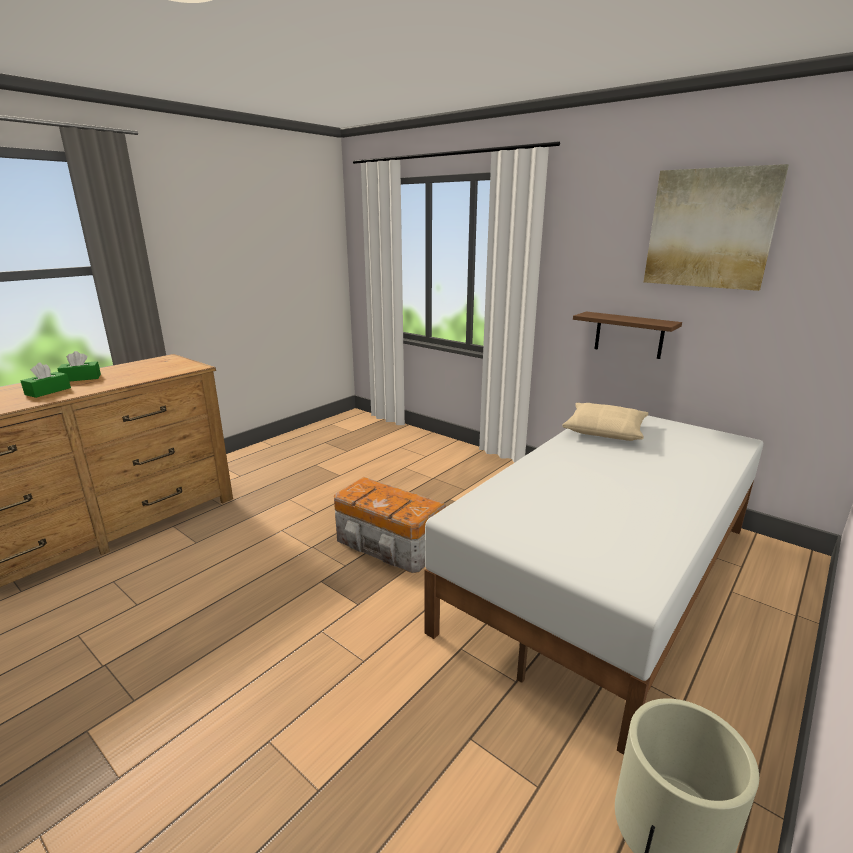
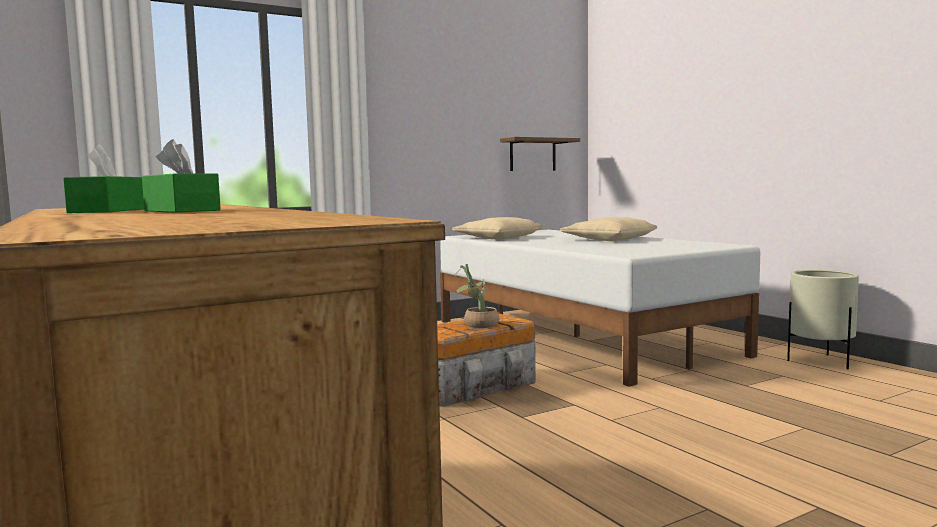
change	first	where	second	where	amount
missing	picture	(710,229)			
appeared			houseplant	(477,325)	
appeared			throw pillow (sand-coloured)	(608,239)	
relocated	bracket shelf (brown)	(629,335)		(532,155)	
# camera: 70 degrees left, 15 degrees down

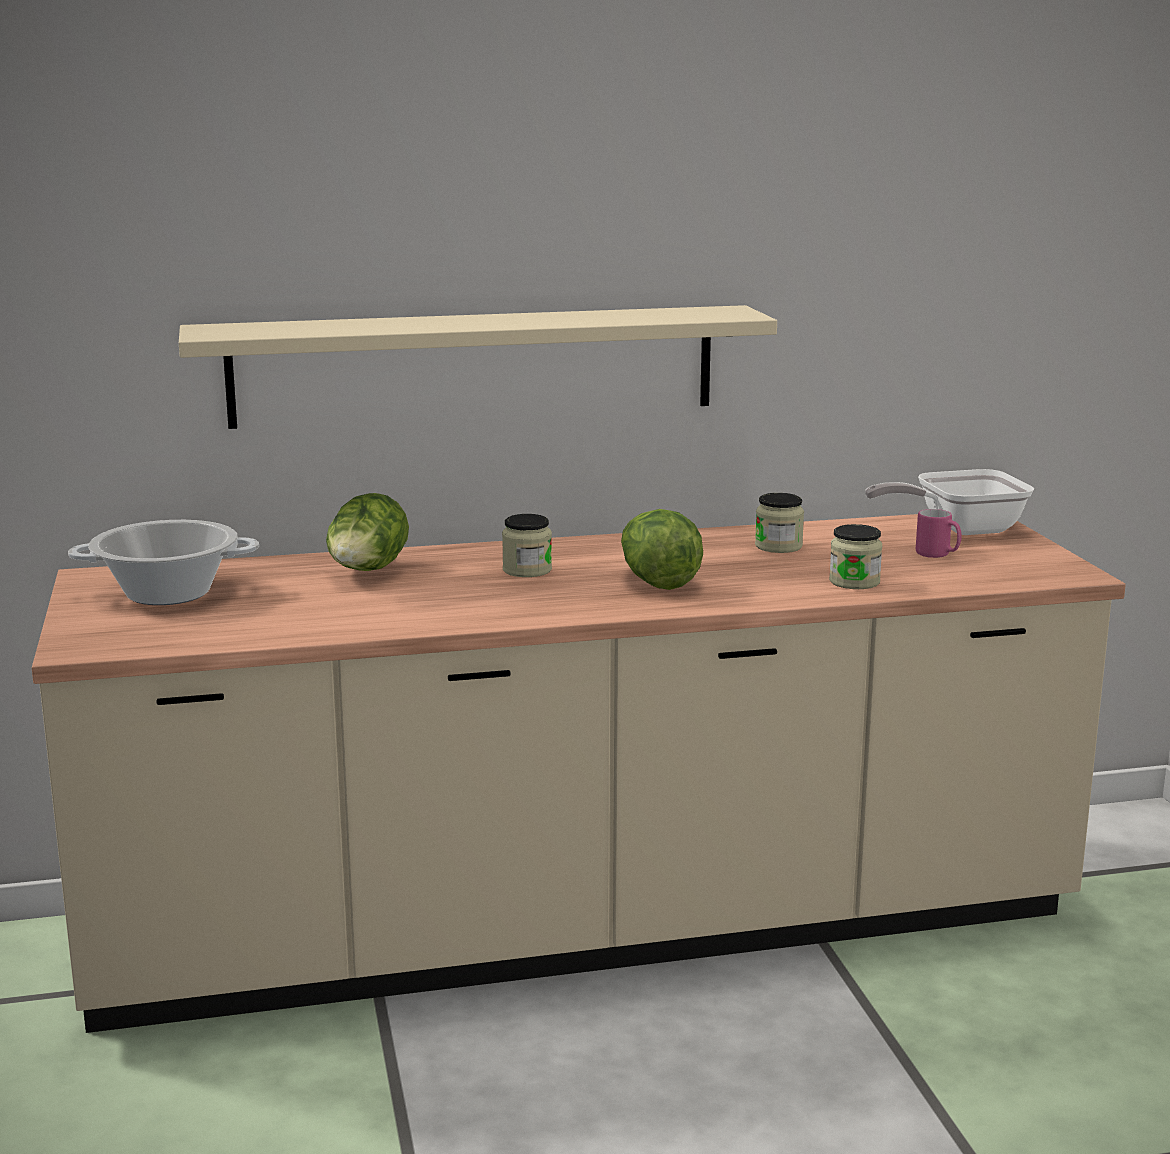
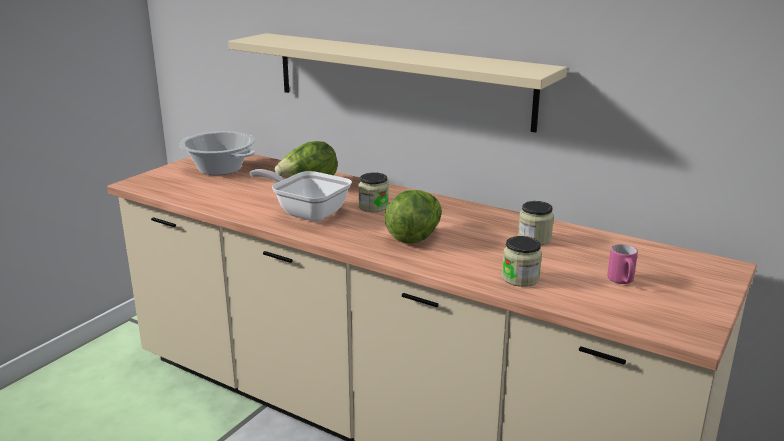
change	first	where	second	where	amount
relocated	pan	(959,529)		(307,212)	
# camera: 45 degrees right, 5 degrees up

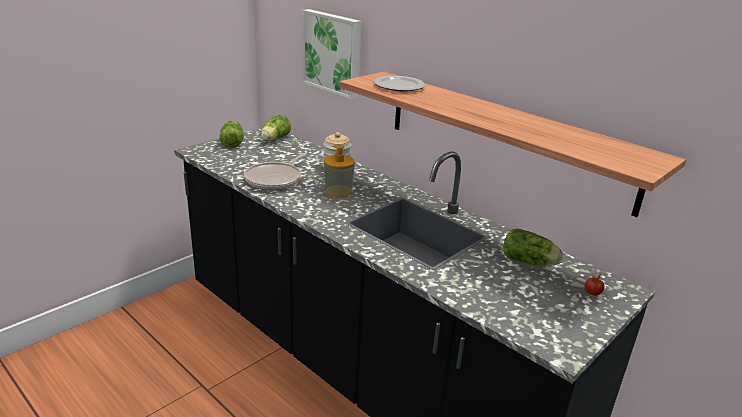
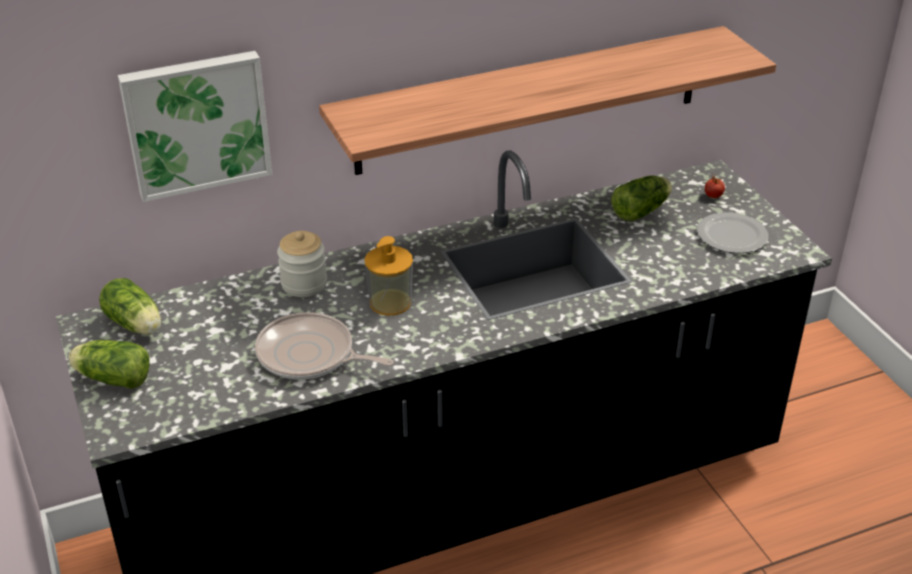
change	first	where	second	where	amount
relocated	flat dish	(398,86)		(732,236)	
spun	pan	(275,179)		(310,355)	150 degrees clockwise
# camera: 65 degrees left, 10 degrees up

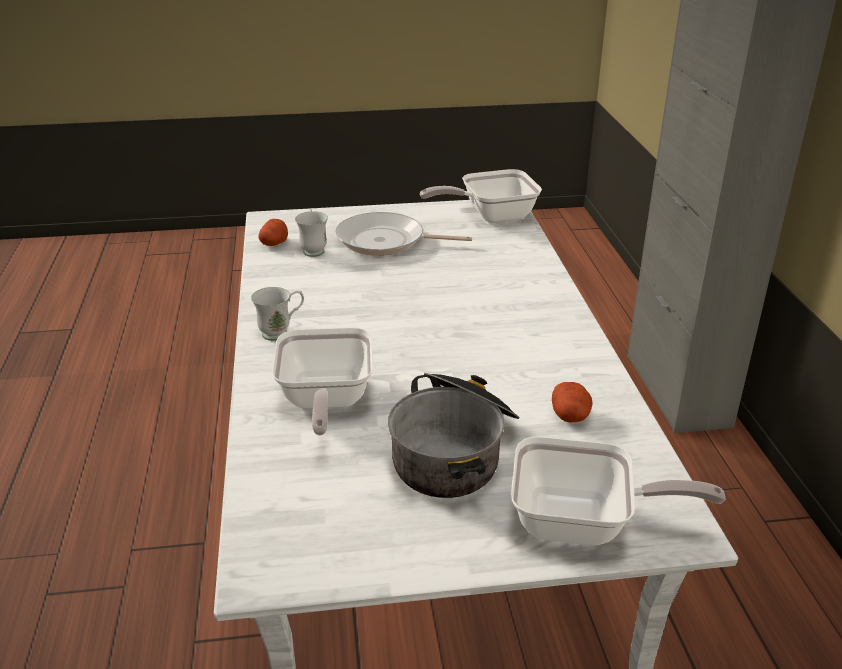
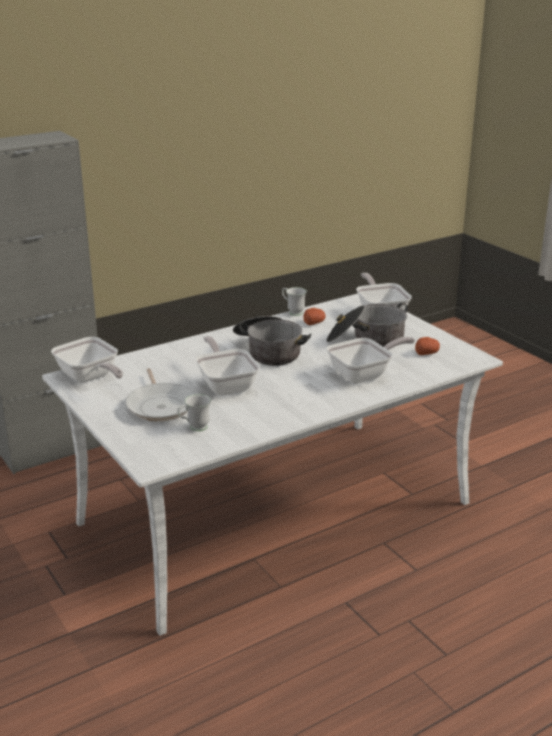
change	first	where	second	where	amount
appeared			pan	(226,384)	
appeared			cooking pot	(269,351)	
relocated	tea mug (white-coloured)	(281,332)		(293,312)	
relocated	potato	(274,243)		(426,353)	
# camera: 115 degrees left, 5 degrees down

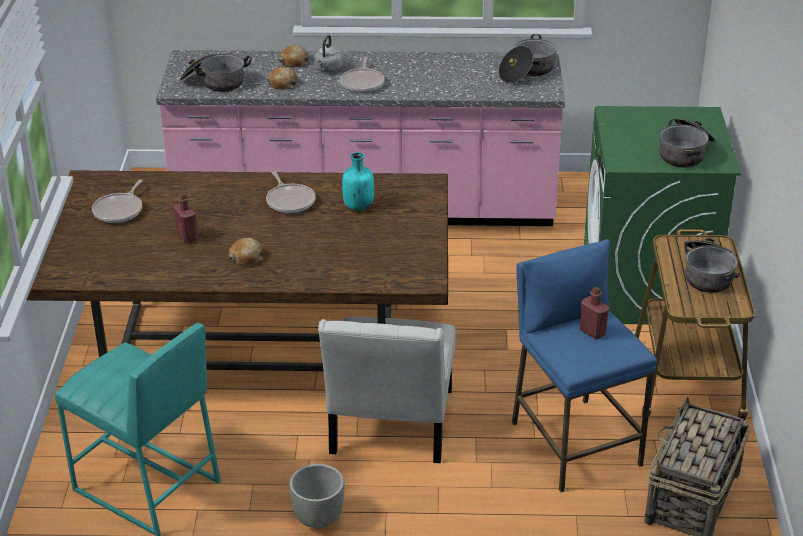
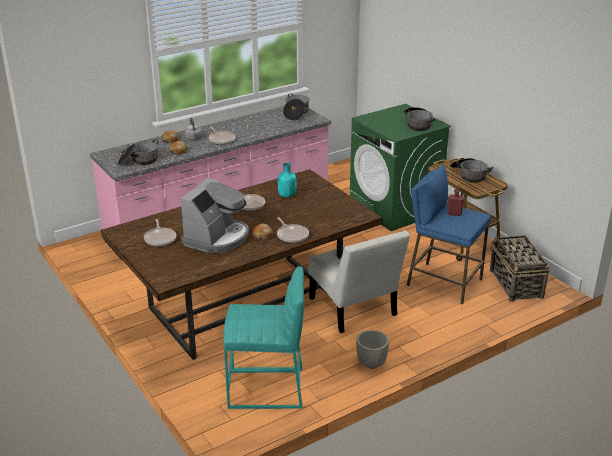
change	first	where	second	where	amount
appeared			pan	(292,235)	
exchanged	drink bottle (reddish)	(187,237)	coffee brewer	(217,237)	
# camera: 35 degrees left, 5 degrees down

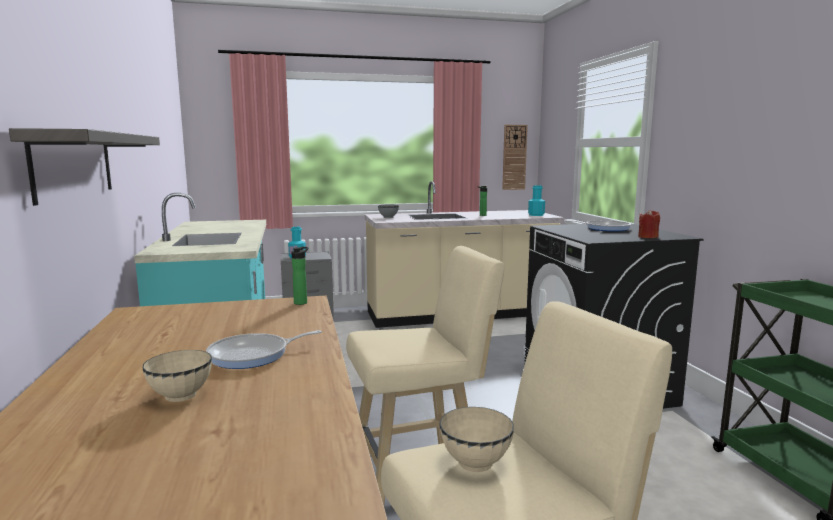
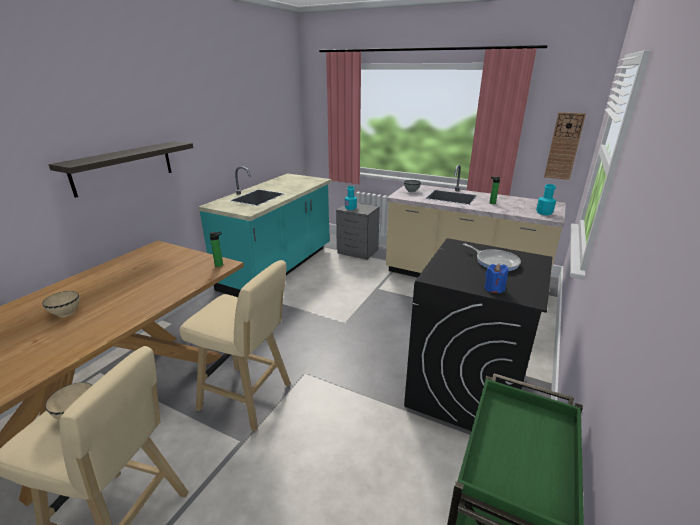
change	first	where	second	where	amount
missing	pan	(253,355)			
colour	wax candle (reddish)	(648,237)	wax candle (blue-coloured)	(494,289)	
# camera: 40 degrees right, 15 degrees up

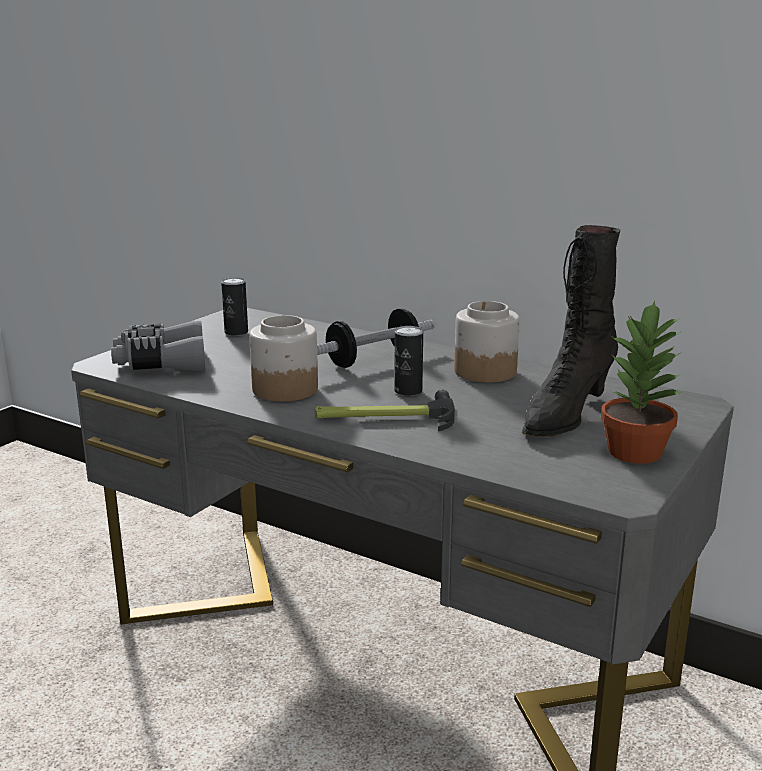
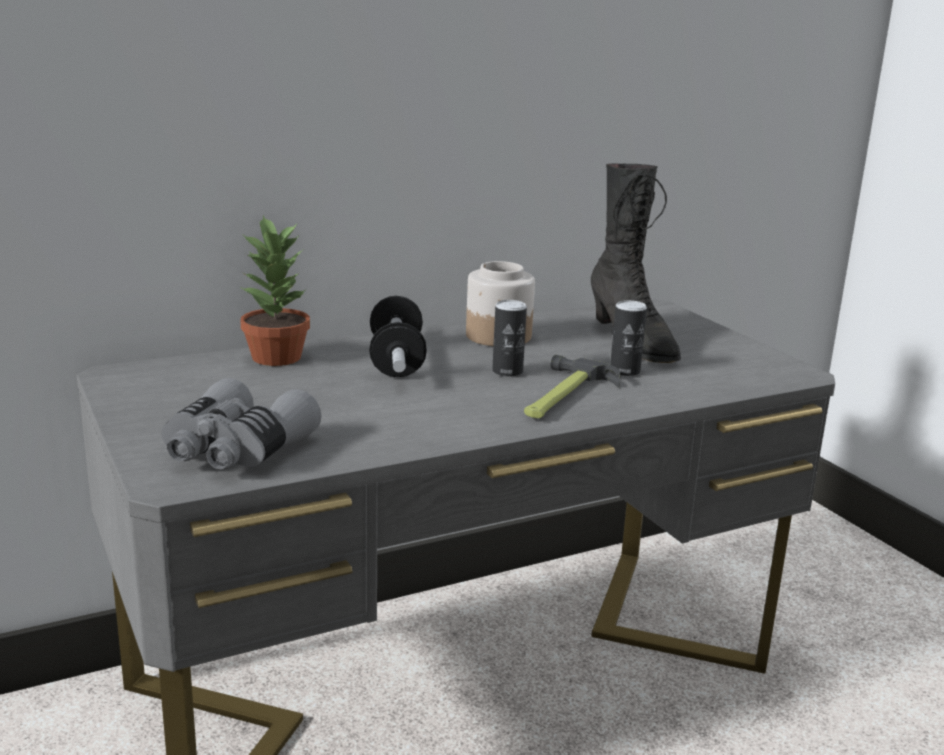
change	first	where	second	where	amount
missing	jar	(284,389)			
relocated	metal can	(236,332)		(625,371)	
relocated	houseplant	(636,452)		(277,357)	
# camera: 60 degrees left, 0 degrees up

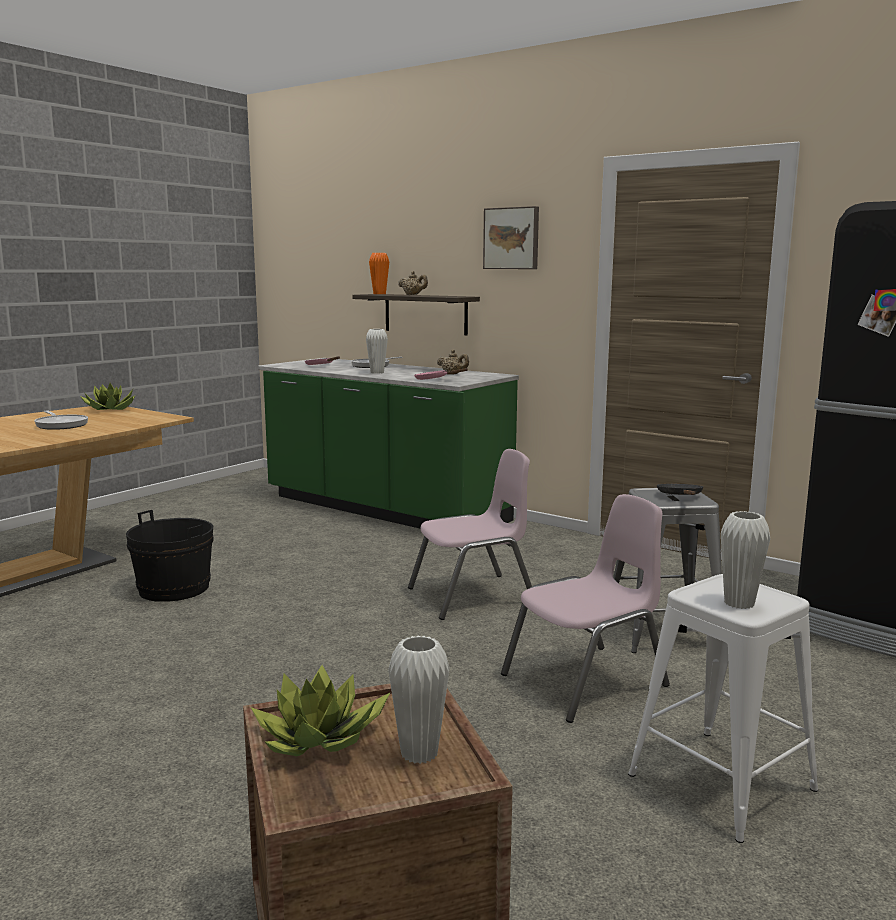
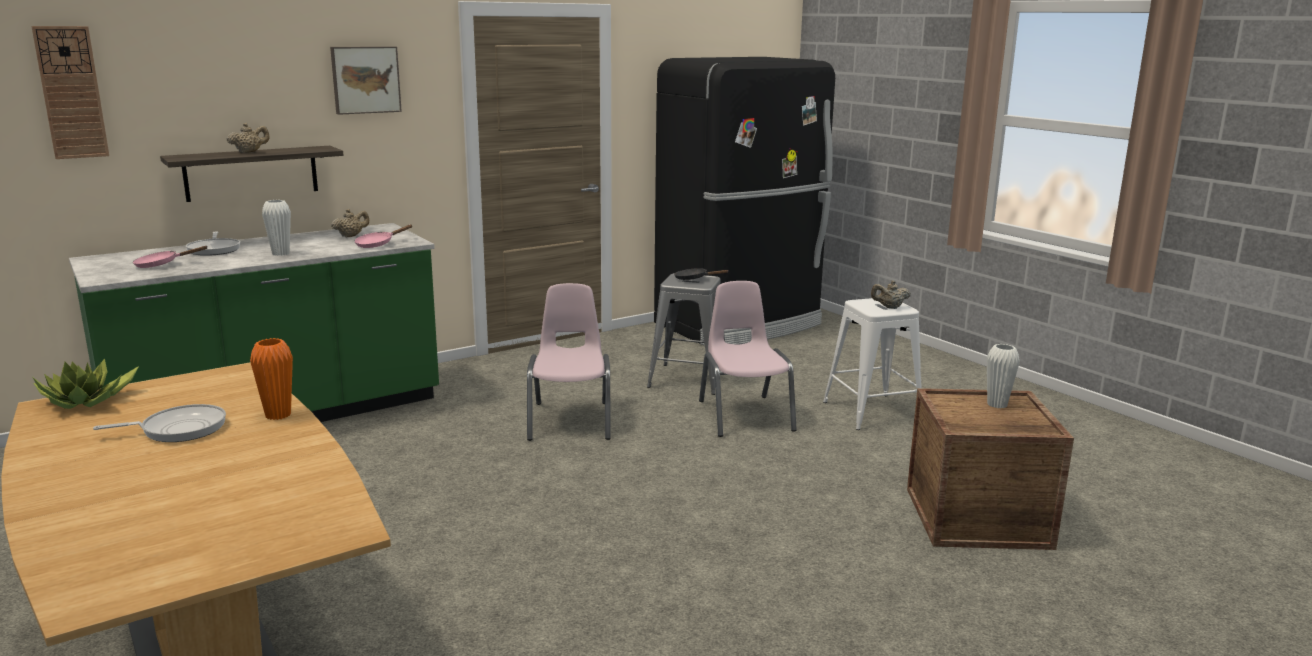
change	first	where	second	where	amount
missing	water bucket (black)	(174,589)			
missing	houseplant	(320,737)			
appeared			clock on the wall	(71,93)	
relocated	flower vase (orange-coloured)	(379,294)		(278,415)	
exchanged	flower vase (white-coloured)	(739,603)	tea pot (sand-coloured)	(889,307)	
# camera: 70 degrees left, 5 degrees up

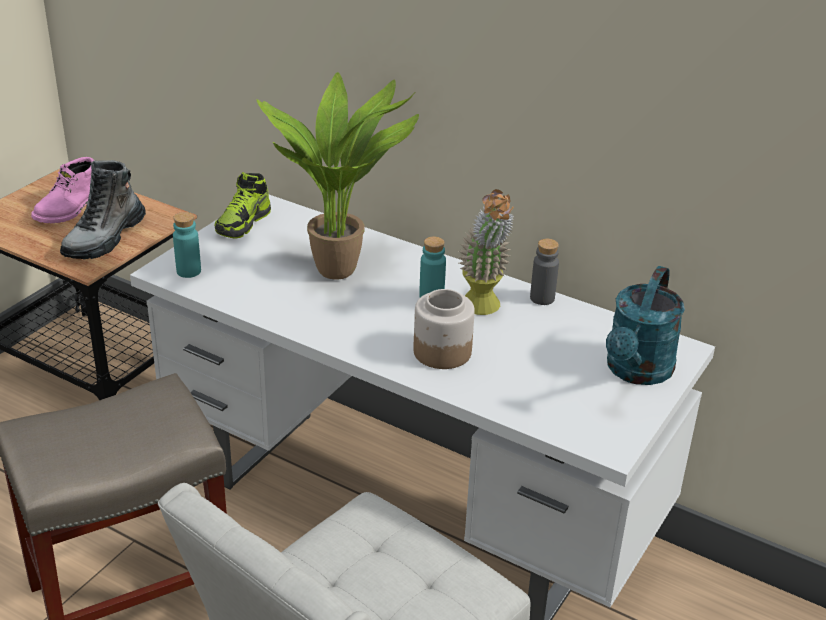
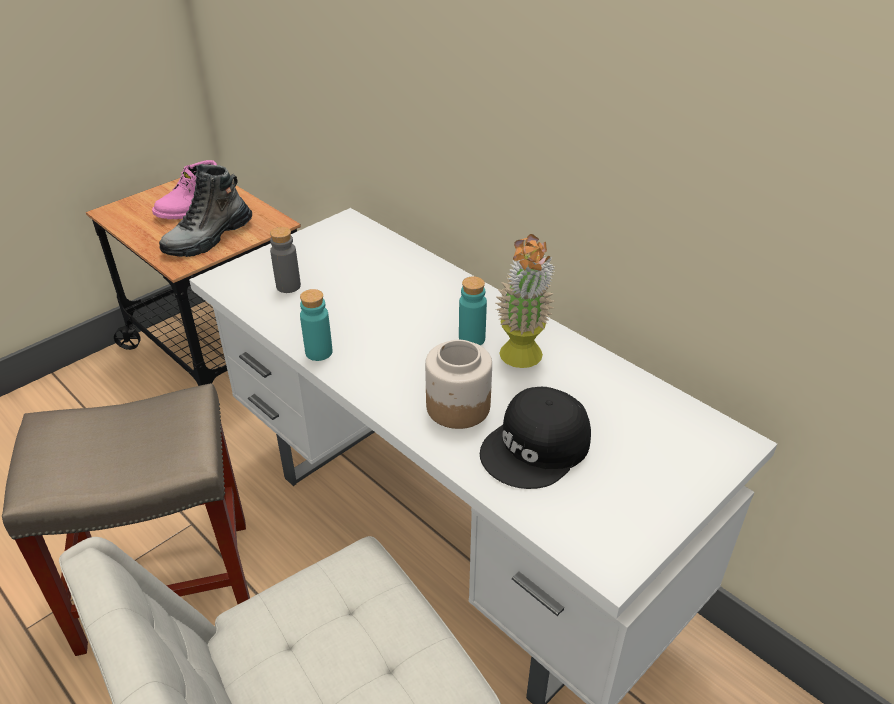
change	first	where	second	where	amount
missing	item of footwear	(243,223)			
missing	houseplant	(341,268)			
missing	watering can (turquoise-coloured)	(636,372)			
appeared			peaked cap (black)	(537,448)	
relocated	drink bottle (turquoise-coloured)	(188,271)		(319,352)	
relocated	drink bottle (gray)	(542,298)		(288,286)	
# camera: 15 degrees right, 5 degrees up

